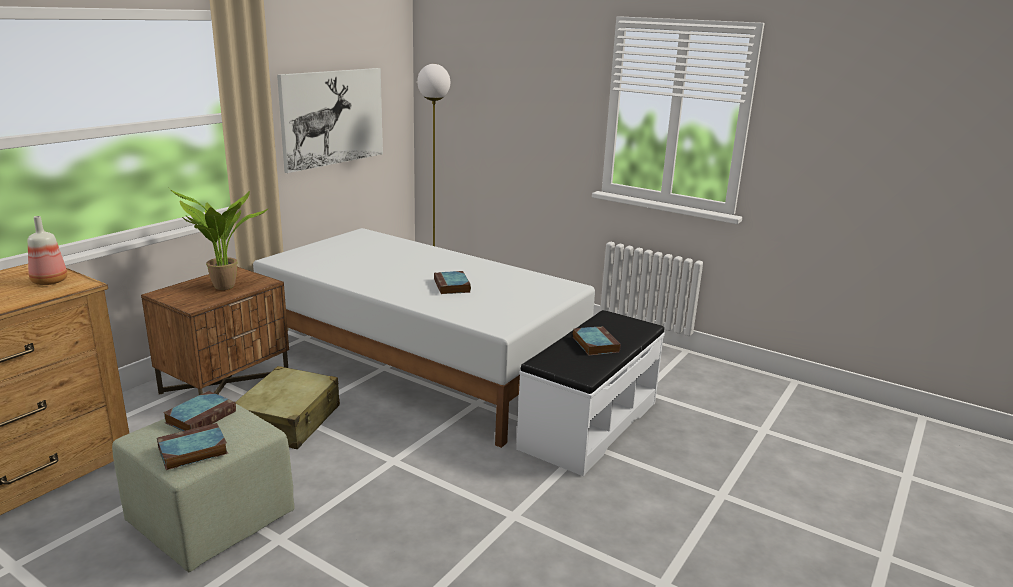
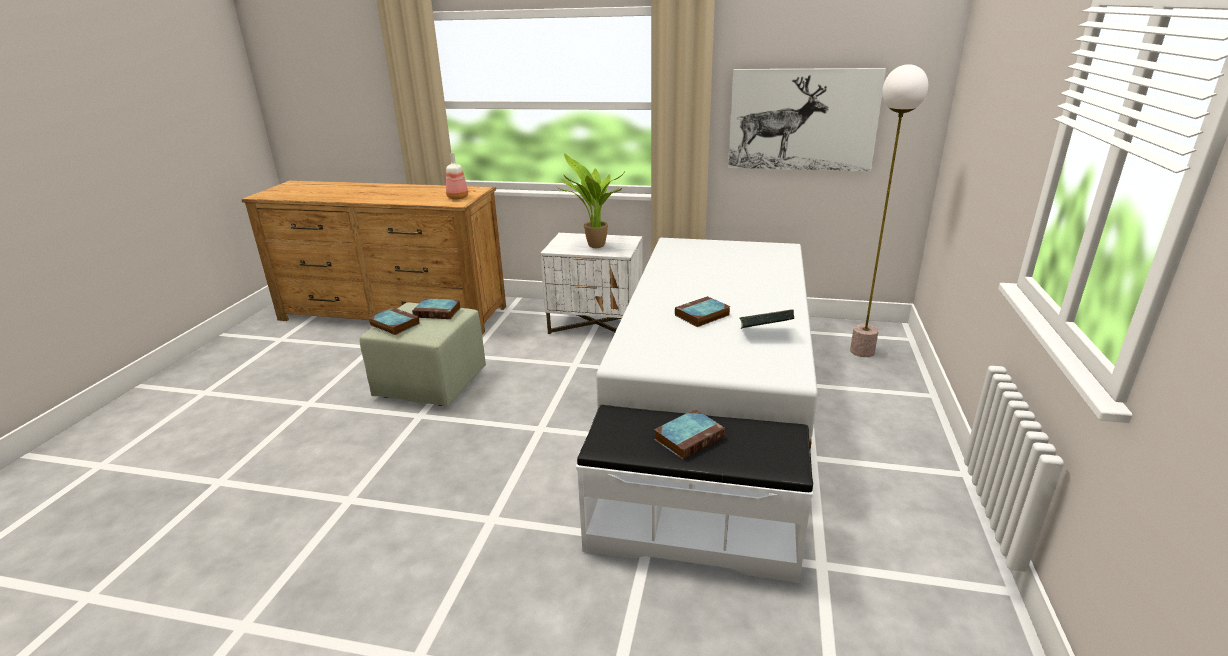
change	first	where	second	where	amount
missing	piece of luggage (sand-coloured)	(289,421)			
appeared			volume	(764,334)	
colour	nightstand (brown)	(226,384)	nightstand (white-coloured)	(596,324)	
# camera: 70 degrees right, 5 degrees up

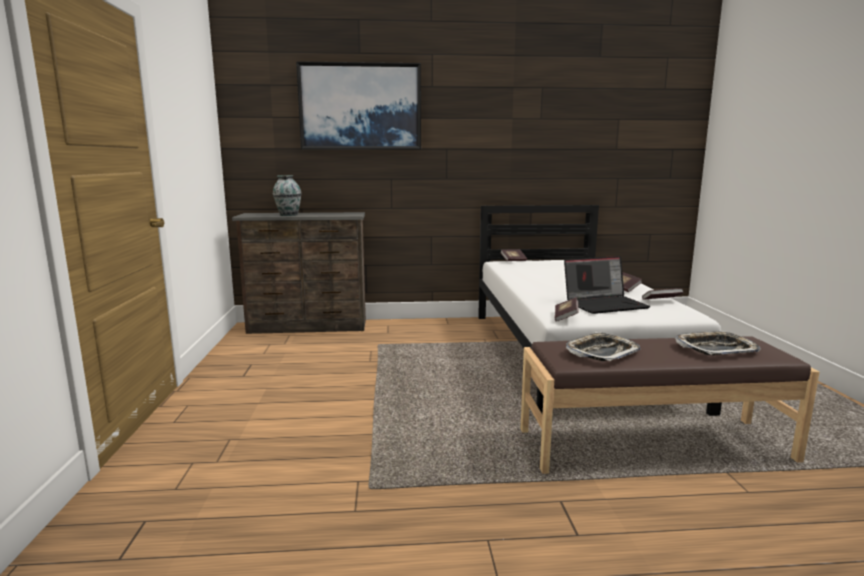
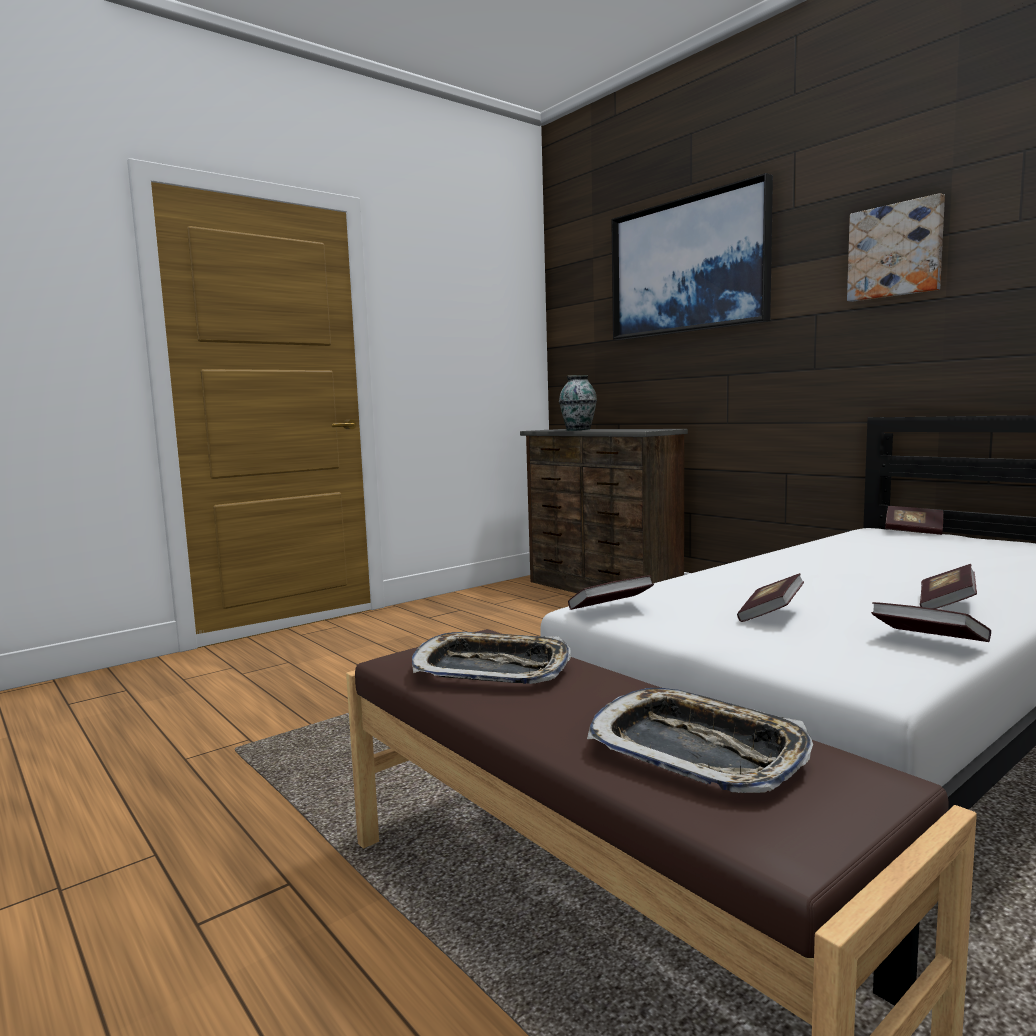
change	first	where	second	where	amount
appeared			picture	(896,251)	
exchanged	notebook computer	(605,304)	volume	(770,614)	
# camera: 55 degrees right, 5 degrees down

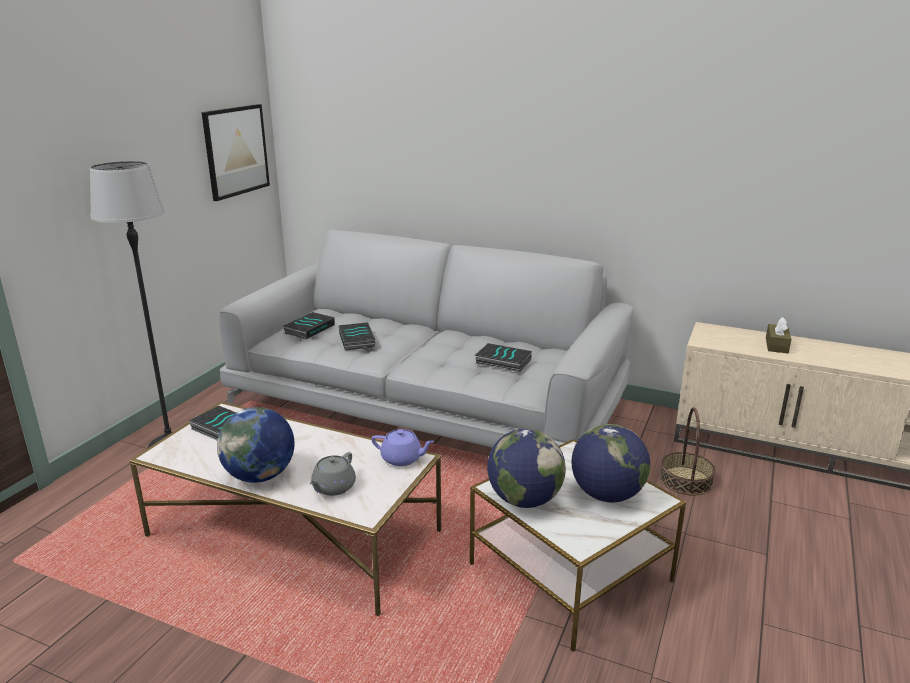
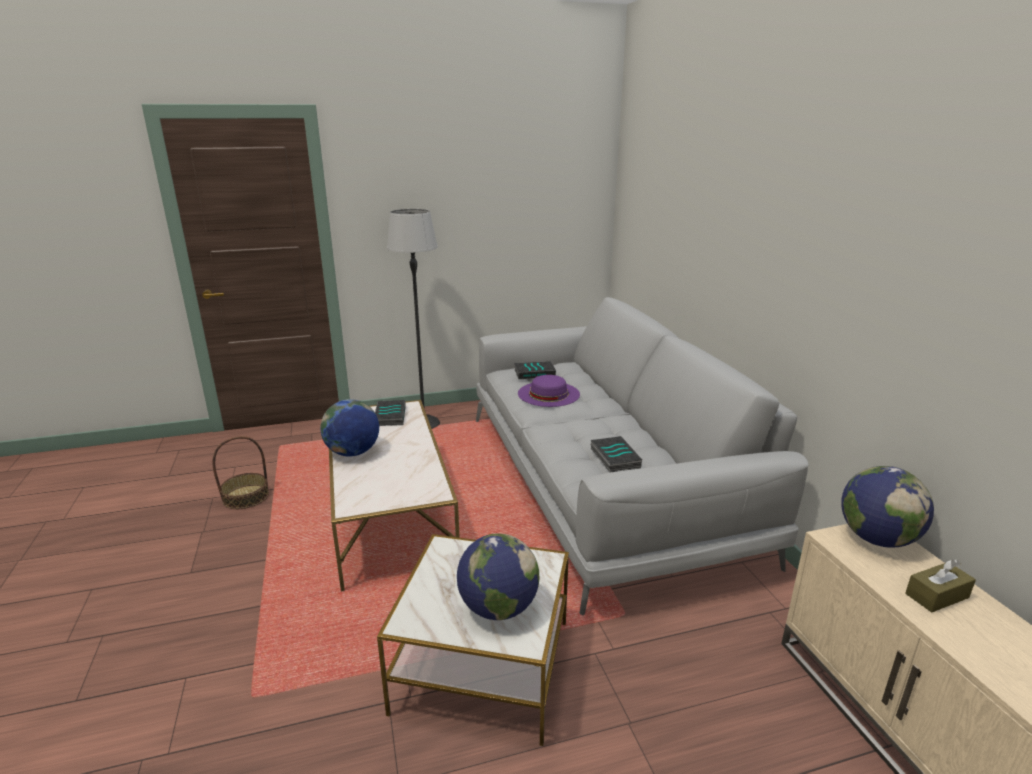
change	first	where	second	where	amount
missing	picture	(236,151)			
missing	tea pot (gray)	(333,487)			
missing	tea pot (purple)	(402,458)			
relocated	world globe	(524,500)		(876,539)	
relocated	basket	(685,480)		(246,497)	
exchanged	volume	(358,340)	wearable hat (purple)	(548,394)	
# camera: 50 degrees right, 0 degrees up

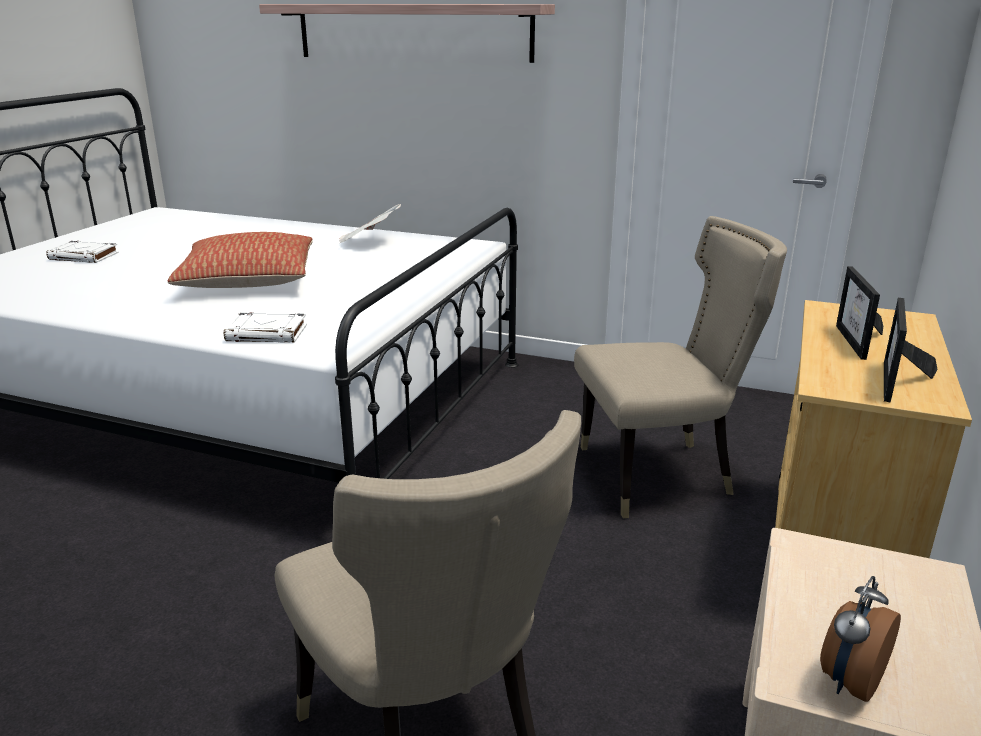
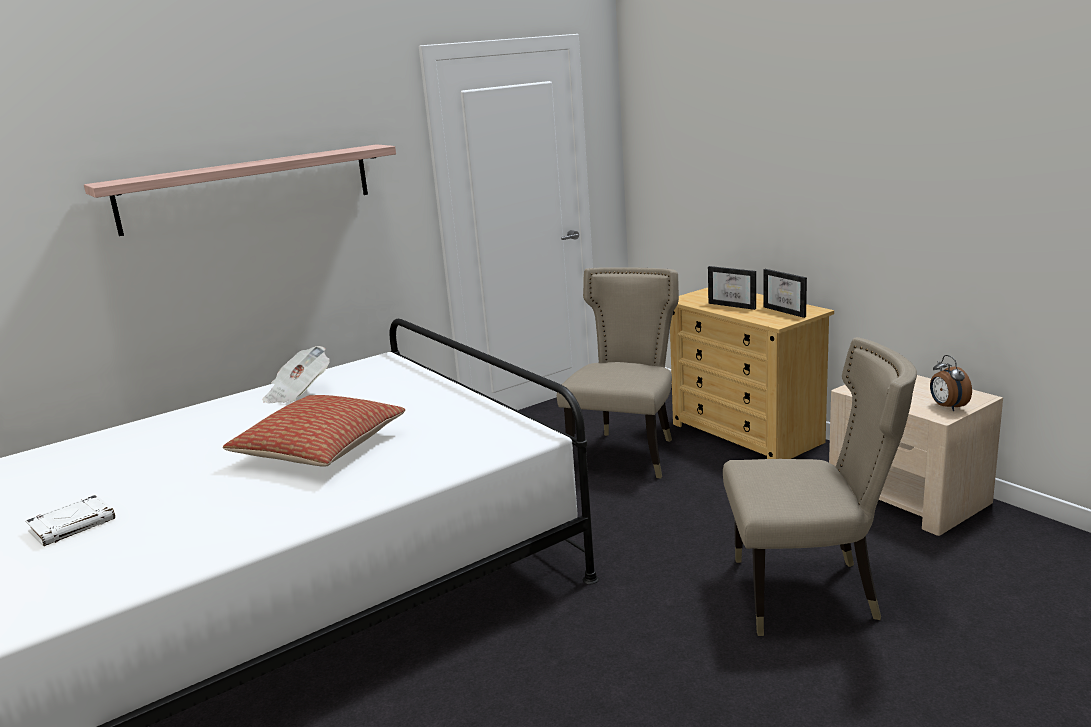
change	first	where	second	where	amount
missing	volume (white-coloured)	(268,333)			
# camera: 55 degrees left, 5 degrees down

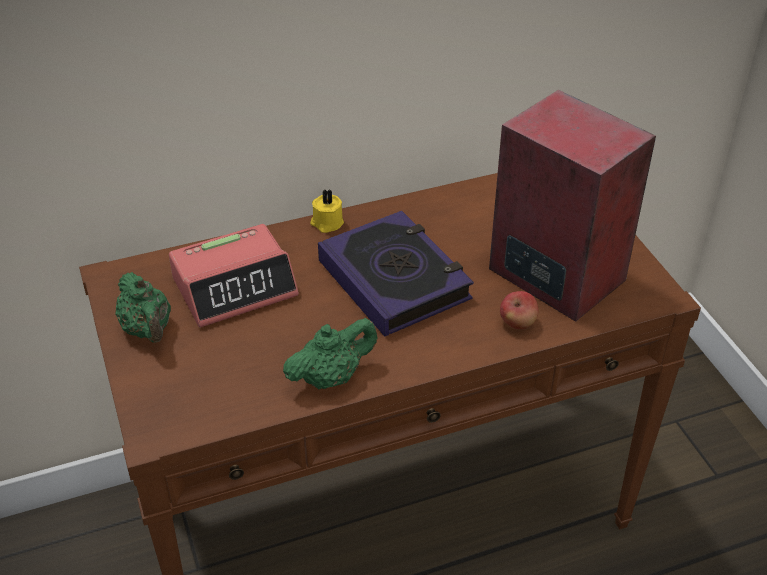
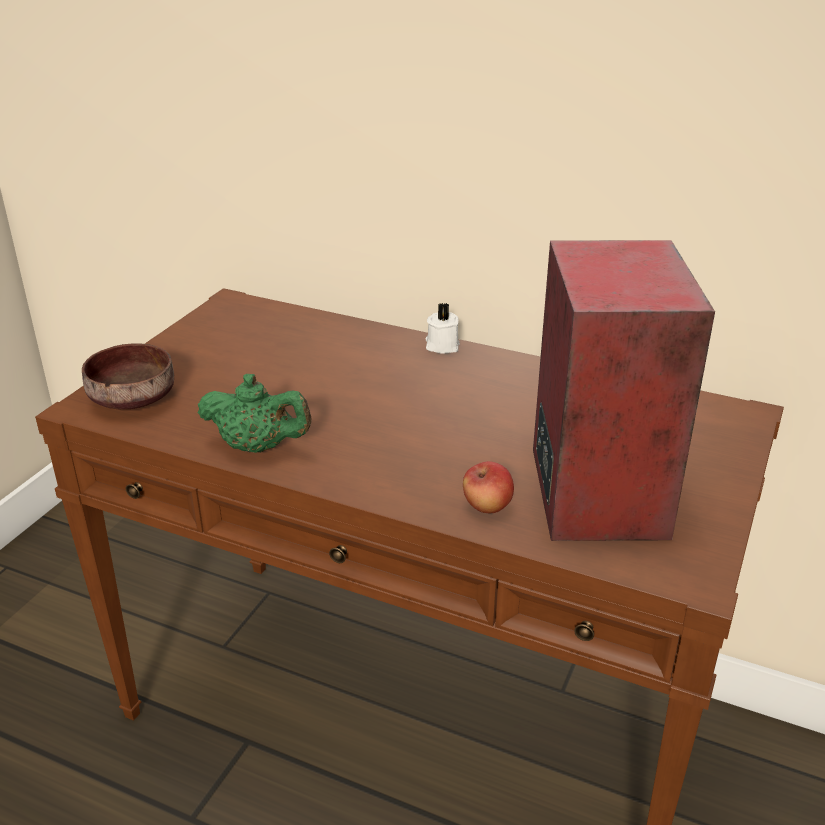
change	first	where	second	where	amount
missing	tea pot (greenish)	(148,330)			
missing	table clock	(235,287)			
missing	volume	(394,280)			
appeared			serving bowl (brown)	(134,397)	
colour	wax candle (yellow-coloured)	(326,223)	wax candle (white-coloured)	(441,345)	
# camera: 45 degrees right, 10 degrees down

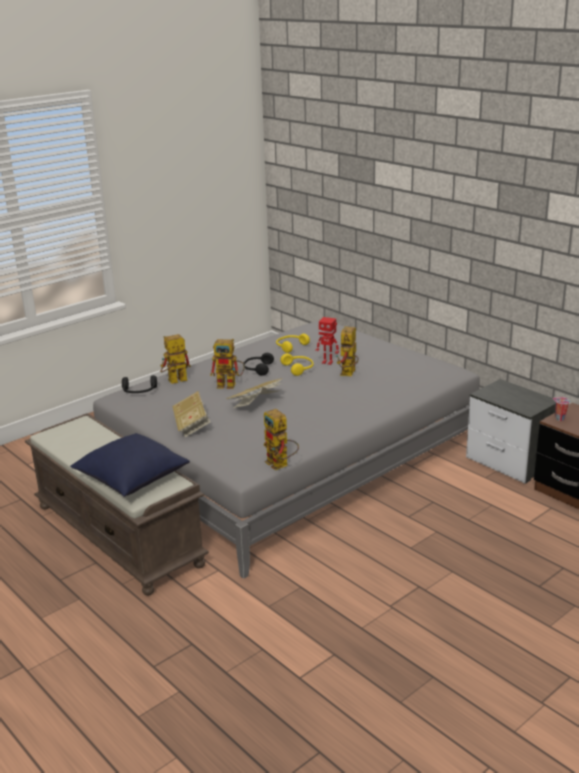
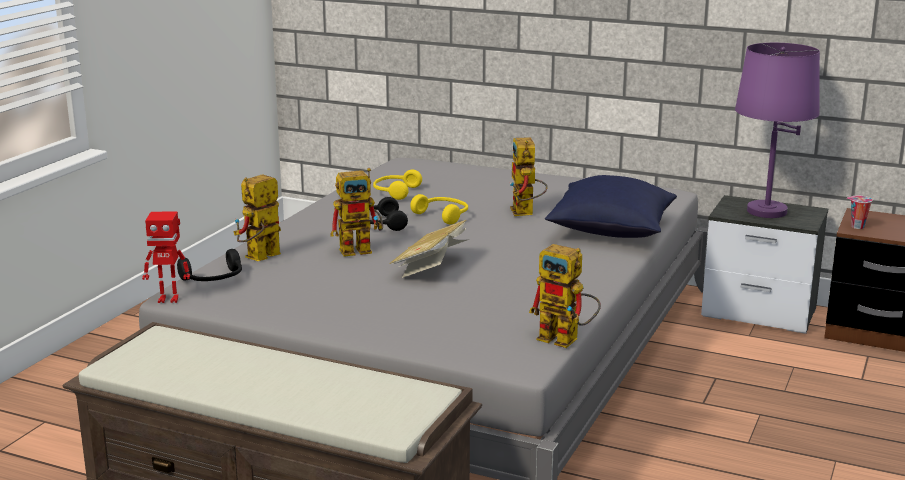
change	first	where	second	where	amount
missing	volume	(192,425)			
appeared			table lamp (purple)	(766,211)	
relocated	throw pillow (blue-coloured)	(131,479)		(610,230)	
relocated	model robot	(327,362)		(169,299)	
# camera: 25 degrees left, 5 degrees down

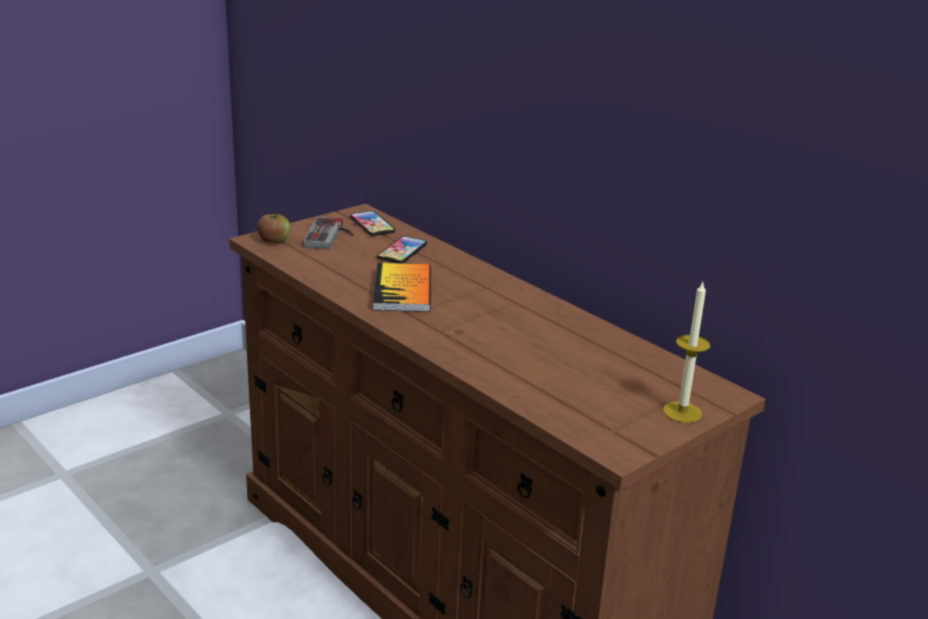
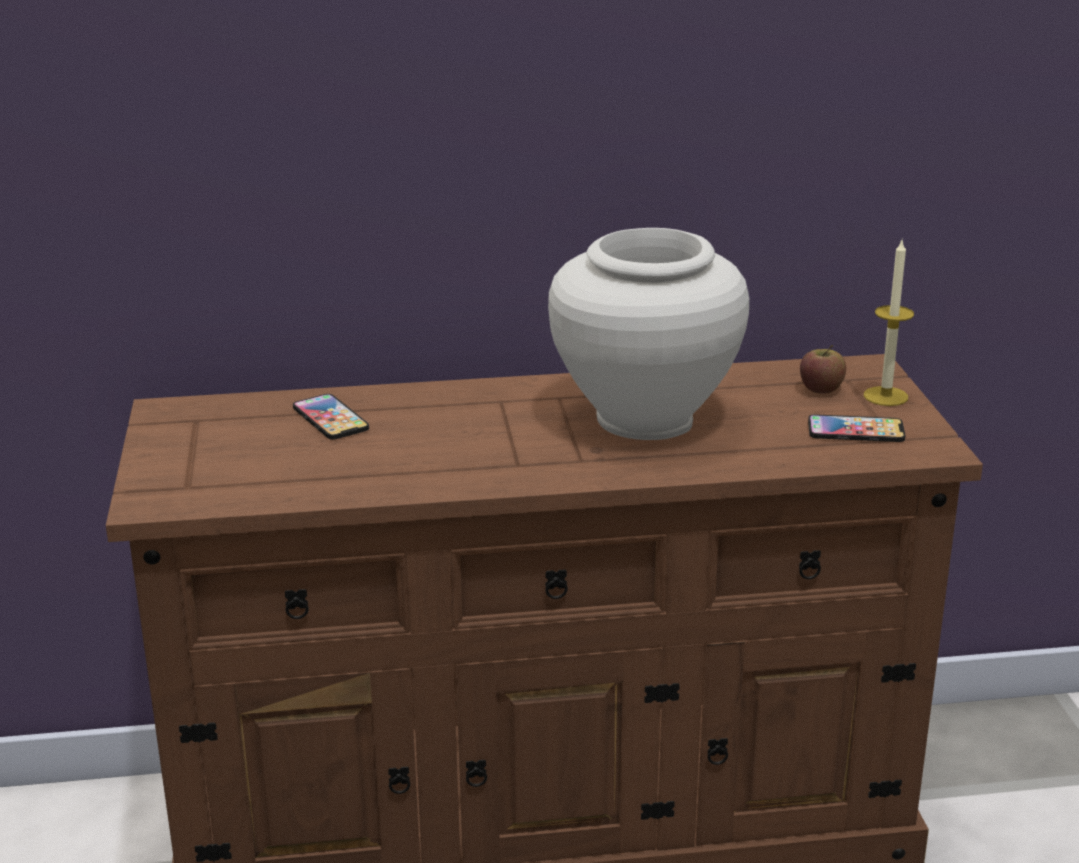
change	first	where	second	where	amount
missing	gamepad	(331,236)			
missing	volume	(403,290)			
appeared			flower vase (white-coloured)	(644,418)	
relocated	apple	(274,240)		(821,389)	
relocated	handset	(372,224)		(855,431)	
# camera: 55 degrees left, 0 degrees up

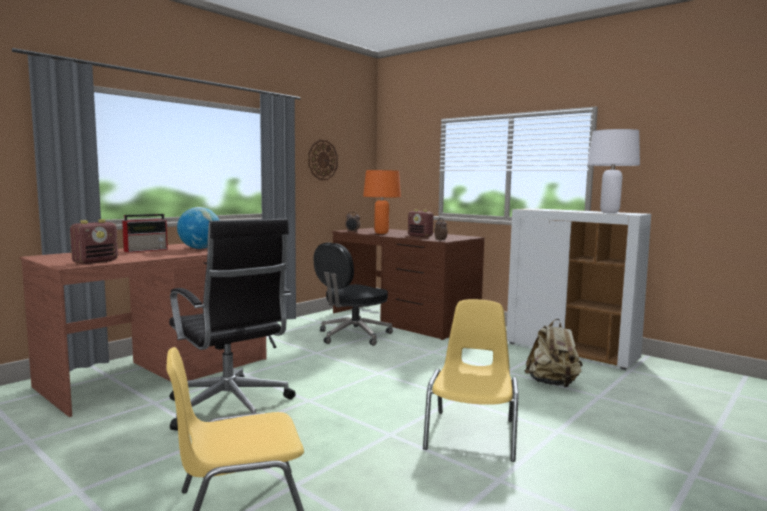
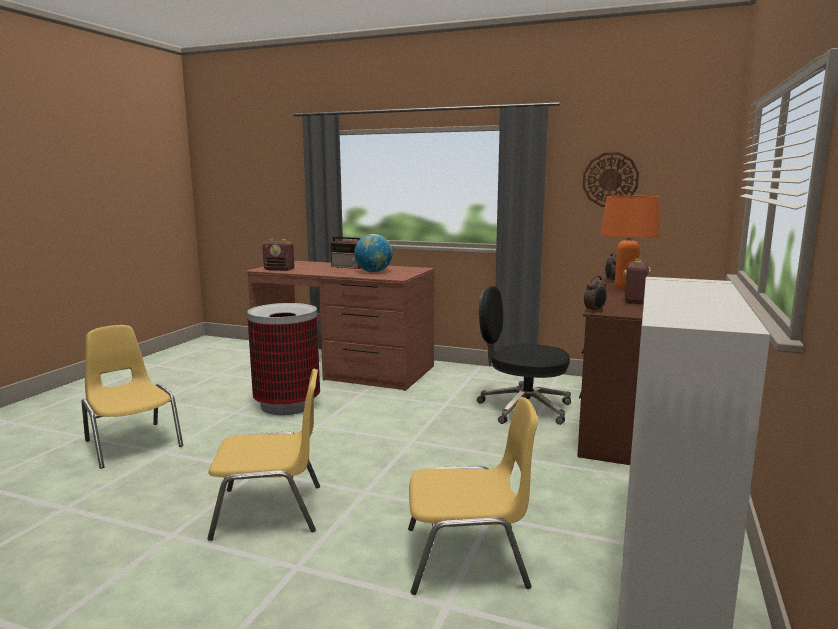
change	first	where	second	where	amount
missing	table lamp (white-coloured)	(609,212)			
exchanged	computer chair (black)	(230,408)	rubbish bin	(287,405)	
exchanged	knapsack (sand-coloured)	(553,384)	chair (yellow-coloured)	(467,558)	
# camera: 70 degrees right, 5 degrees up

